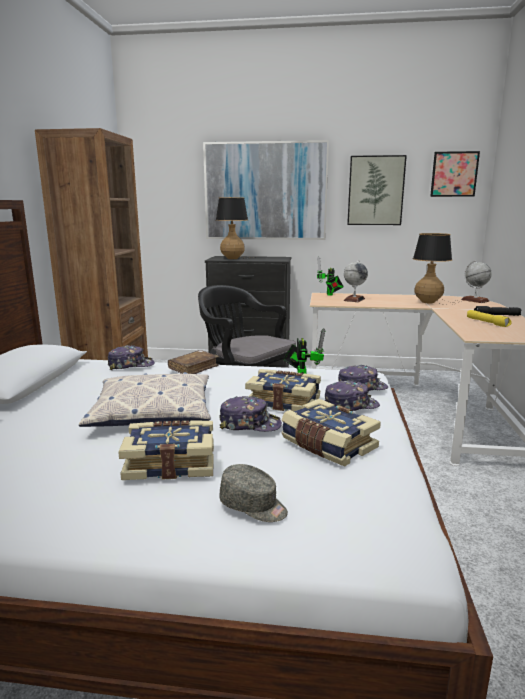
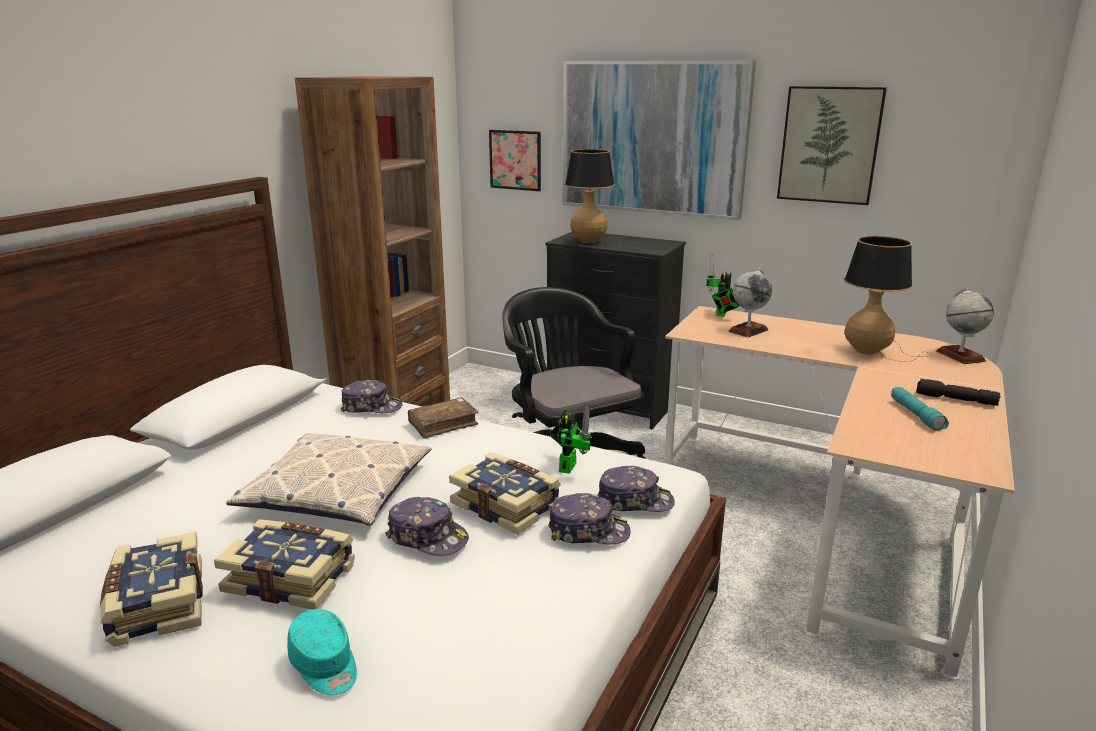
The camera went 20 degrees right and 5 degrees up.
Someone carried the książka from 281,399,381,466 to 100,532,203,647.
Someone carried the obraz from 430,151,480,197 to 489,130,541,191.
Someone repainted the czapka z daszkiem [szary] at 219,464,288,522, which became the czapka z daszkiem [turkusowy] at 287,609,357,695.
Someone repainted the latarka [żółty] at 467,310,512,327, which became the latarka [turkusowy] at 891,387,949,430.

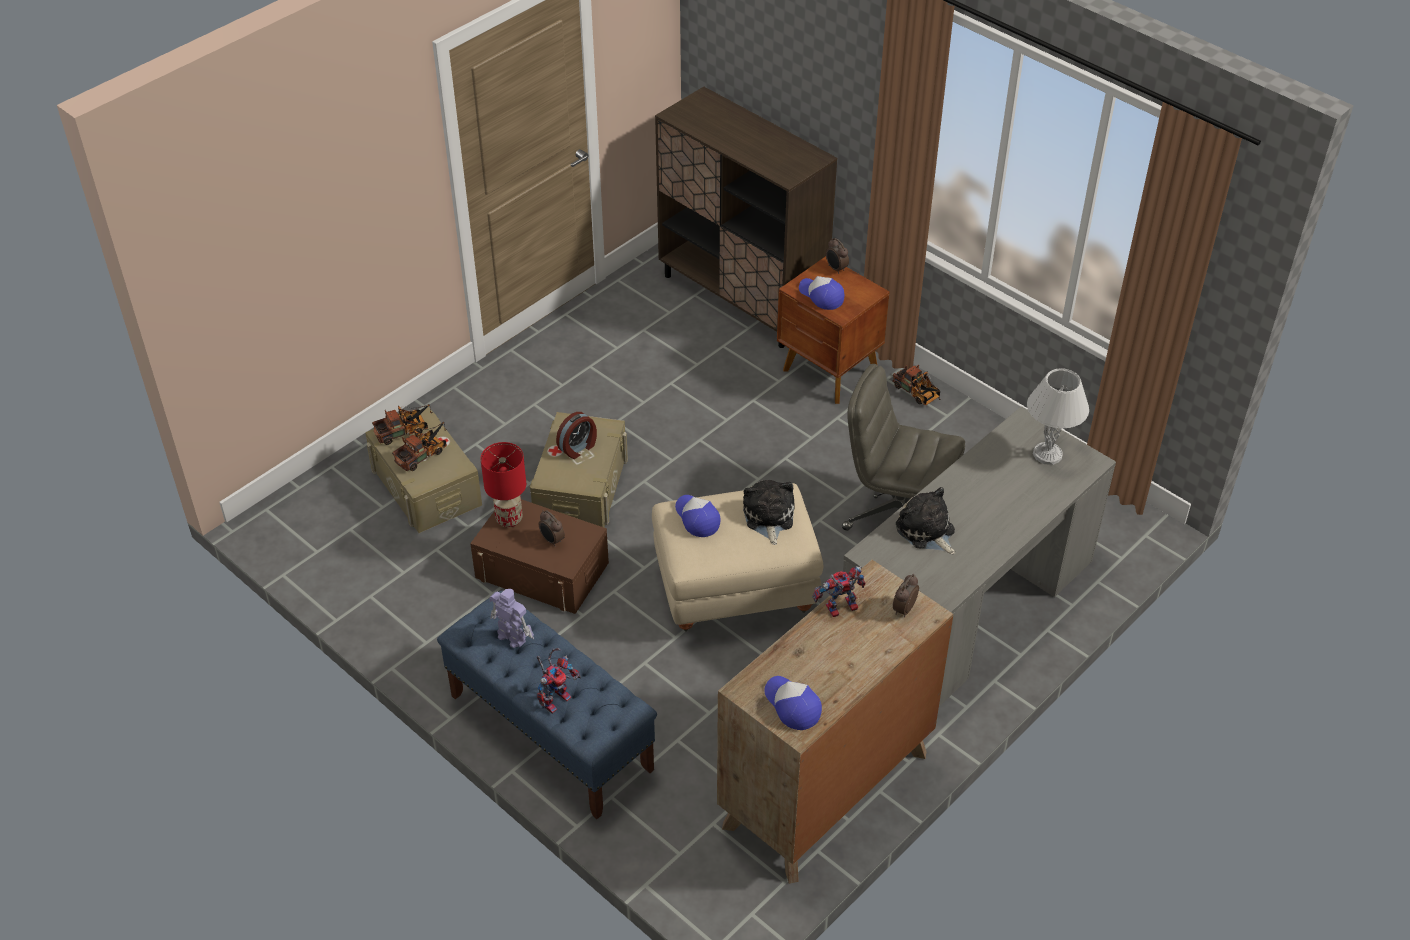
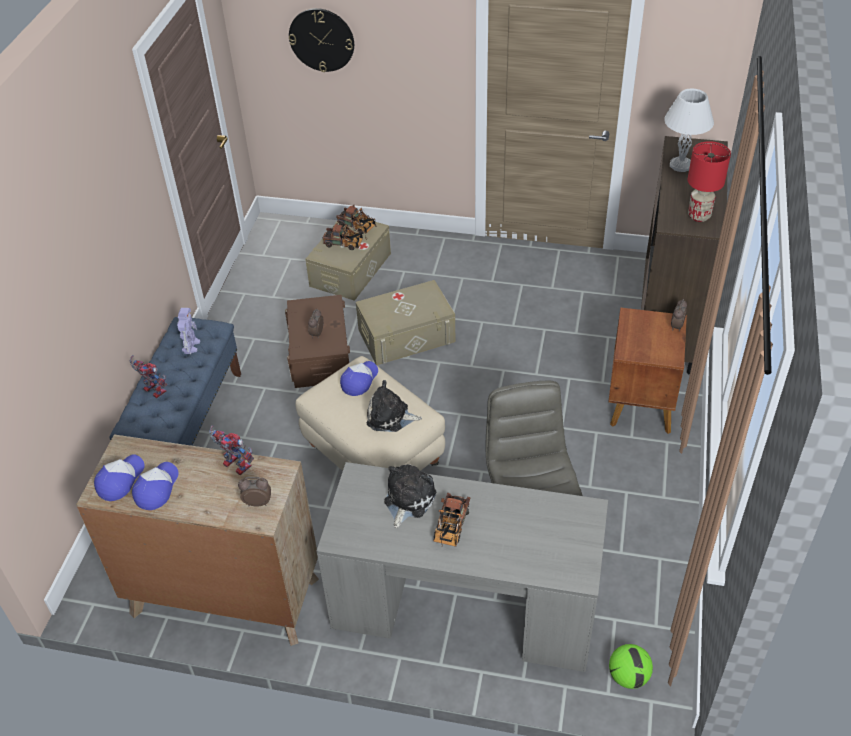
The camera went 60 degrees right and 0 degrees up.
Someone took away the budzik at 556,412,597,459.
Someone put up the zegar ścienny at 289,8,354,72.
Someone put down the piłka futbolowa at 609,644,653,689.
Someone carried the lampa stołowa [czerwony] from 480,442,526,527 to 687,141,731,222.
Someone carried the czapka z daszkiem from 799,276,844,310 to 132,462,178,510.
Someone carried the ciężarówka zabawkowa from 892,365,940,405 to 433,493,470,547.
Someone carried the lampa stołowa [biały] from 1027,368,1089,465 to 664,88,714,172.
Someone rotated the robot zabawkowy at 537,648,581,714 by 150 degrees counterclockwise.
Someone rotated the pluszak at 743,480,795,545 by 135 degrees counterclockwise.

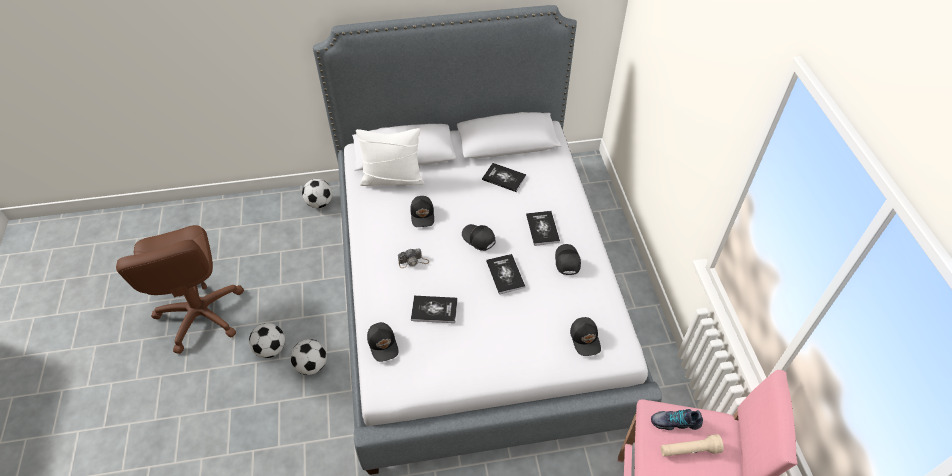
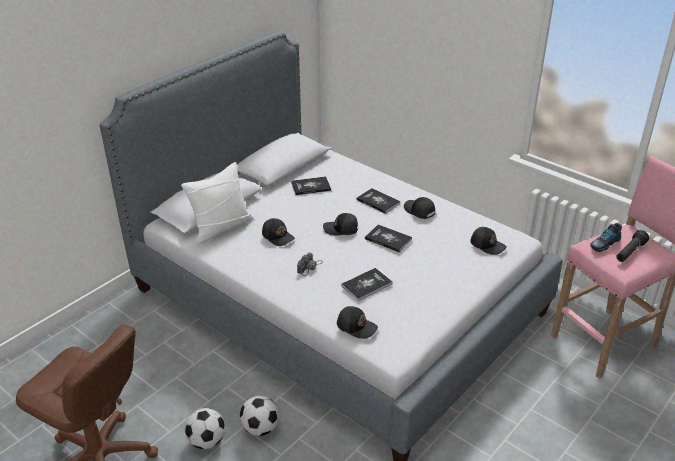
The camera went 40 degrees left and 15 degrees down.
Someone took away the piłka futbolowa at 302,179,332,208.
Someone repainted the latarka [beżowy] at 661,434,724,457, which became the latarka [czarny] at 616,230,649,262.

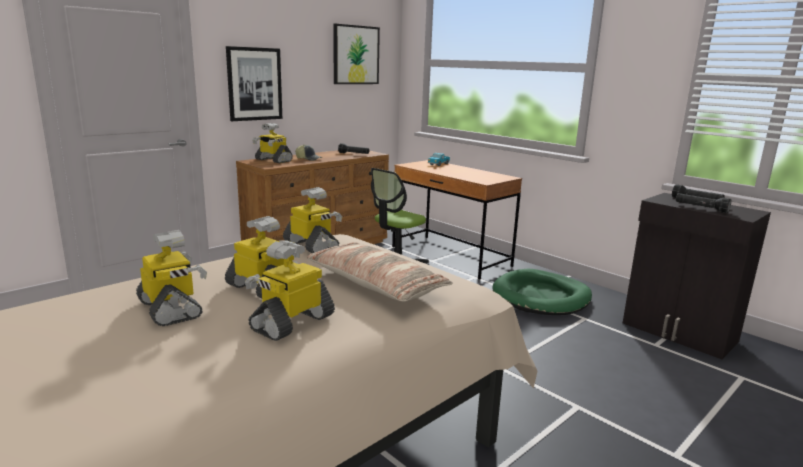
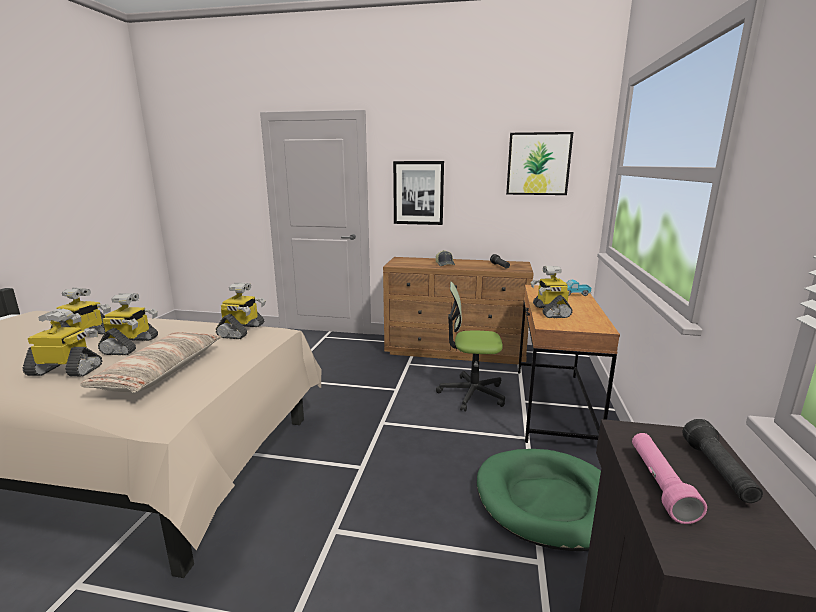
The camera went 55 degrees right and 0 degrees up.
Someone carried the robot zabawkowy from 252,123,293,163 to 531,266,572,318.
Someone repainted the latarka [czarny] at 676,193,731,213, which became the latarka [różowy] at 632,433,707,524.

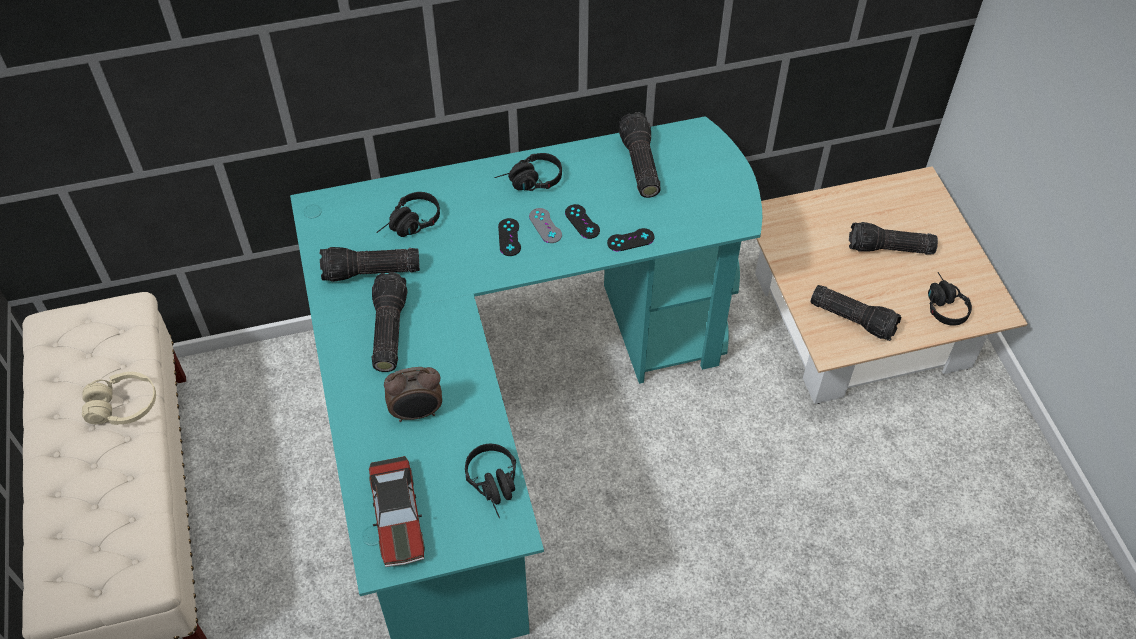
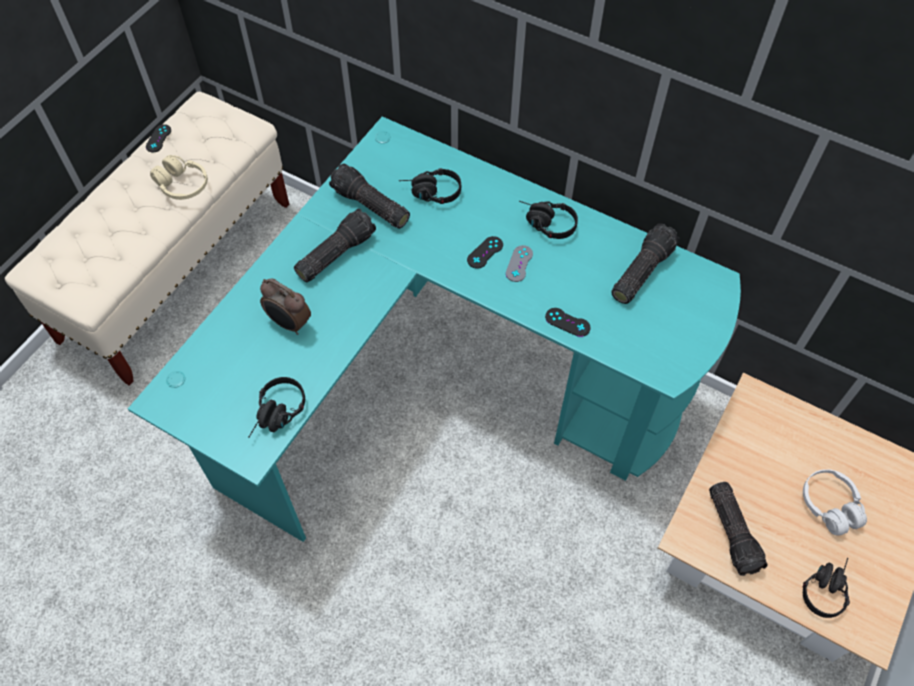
The camera went 45 degrees right and 5 degrees up.
Someone took away the samochodzik at 369,456,425,567.
Someone carried the pad do gier [czarny] from 565,204,600,239 to 146,124,171,152.
Someone swapped the latarka at 849,222,938,255 for the słuchawki [biały] at 803,469,867,535.

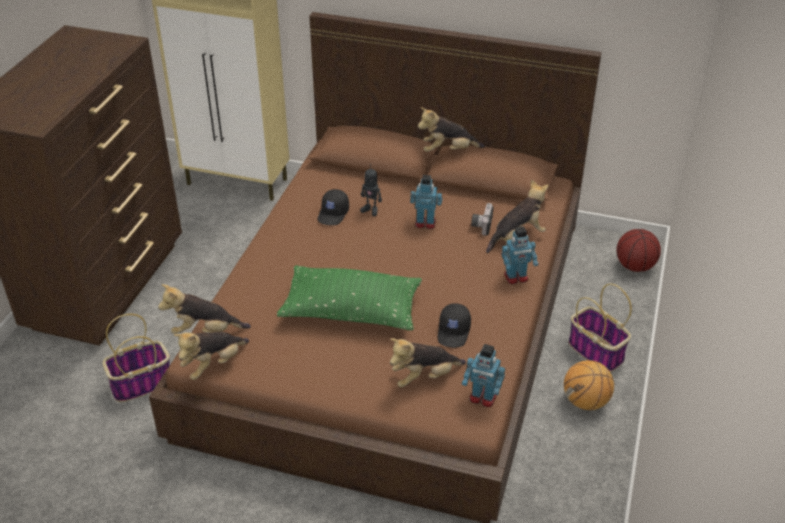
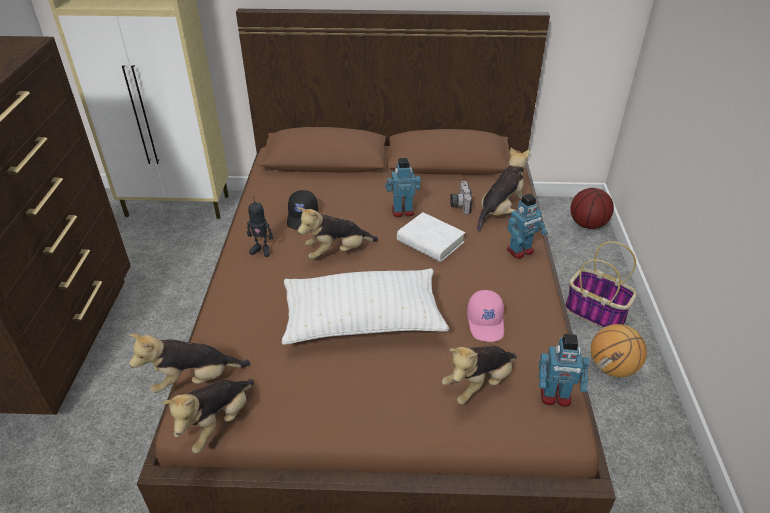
The camera went 15 degrees left and 0 degrees up.
Someone took away the koszyk at 102,314,170,402.
Someone put down the książka [biały] at 397,212,465,262.
Someone carried the robot zabawkowy from 360,164,382,216 to 247,196,273,257.
Someone carried the pluszak from 418,107,484,152 to 298,207,378,259.
Someone repainted the poduszka [zielony] at 277,265,422,331, which became the poduszka [biały] at 281,268,449,345.
Someone repainted the czapka z daszkiem [czarny] at 438,303,471,348, which became the czapka z daszkiem [różowy] at 467,290,504,342.

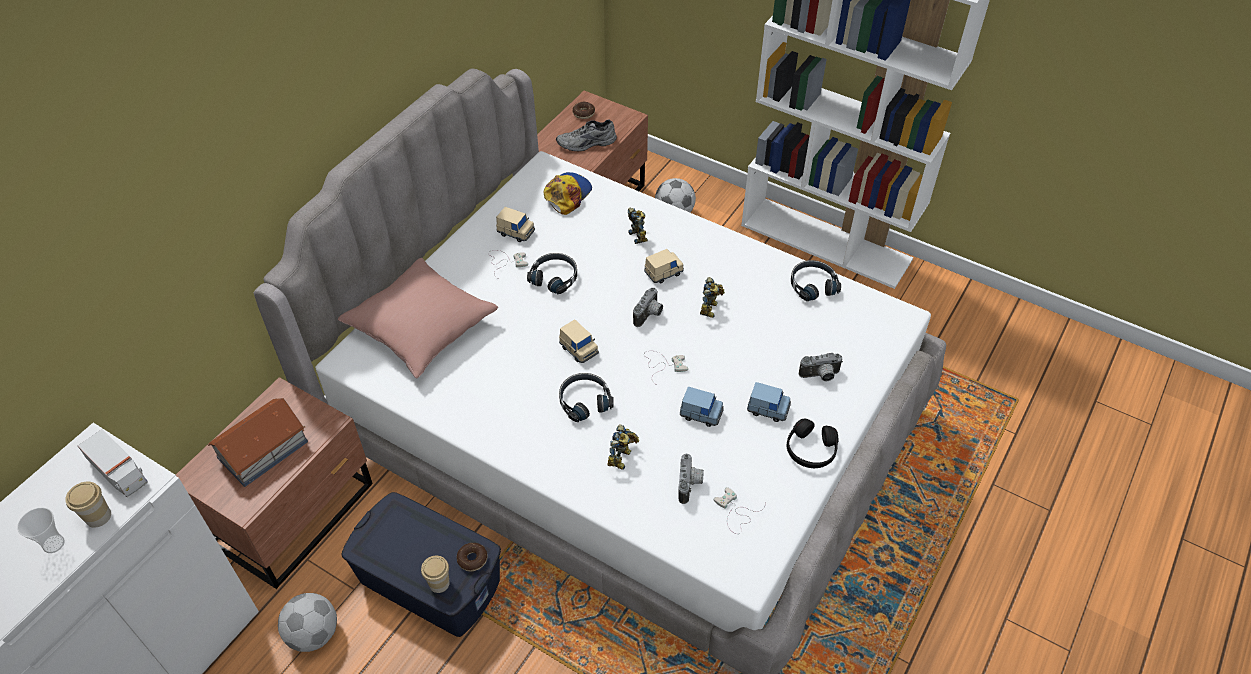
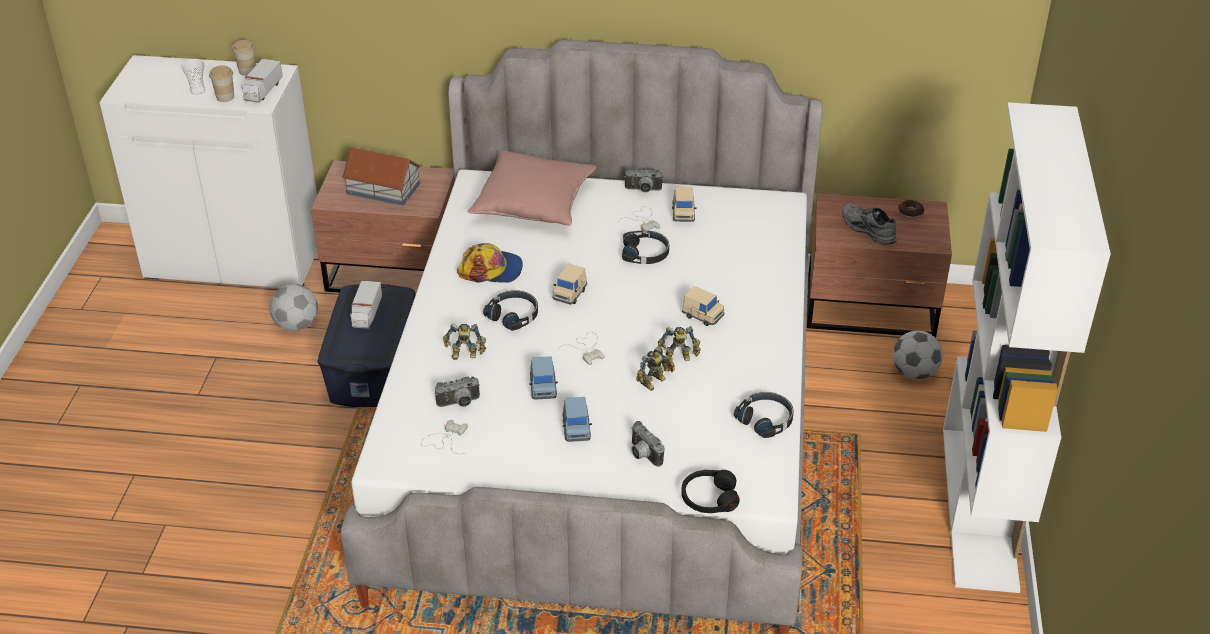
The camera went 65 degrees right and 10 degrees down.
Someone took away the donut at 457,543,487,571.
Someone put down the ciężarówka zabawkowa at 350,281,382,328.
Someone carried the filiżanka from 421,556,450,593 to 232,40,256,76.
Someone carried the czapka z daszkiem from 543,172,592,215 to 457,243,523,283.
Someone carried the robot zabawkowy from 628,208,648,244 to 636,346,675,391.
Someone carried the aparat fotograficzny from 633,288,663,327 to 624,167,663,192.
Someone carried the słuchawki [czarny] from 787,419,838,468 to 681,470,740,513.

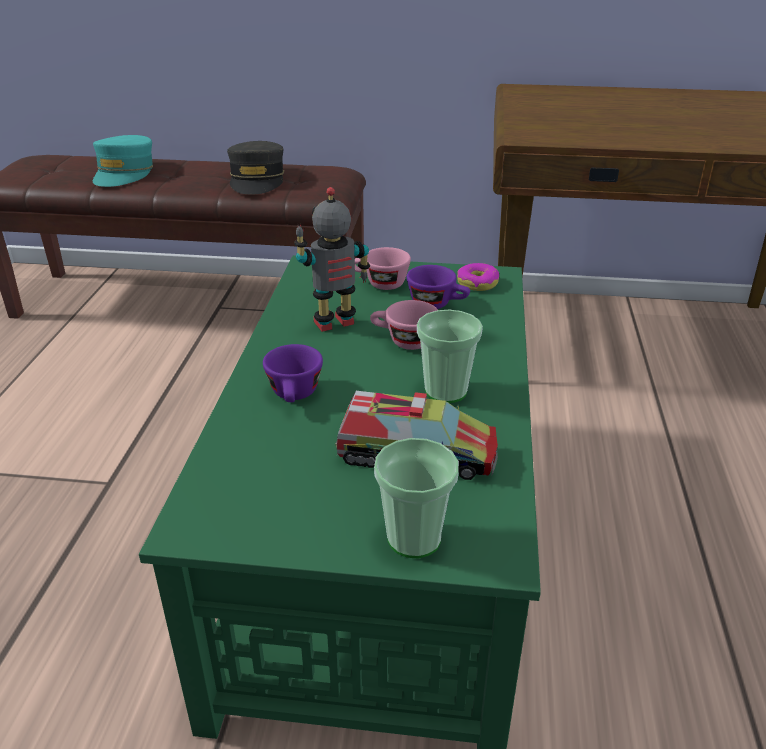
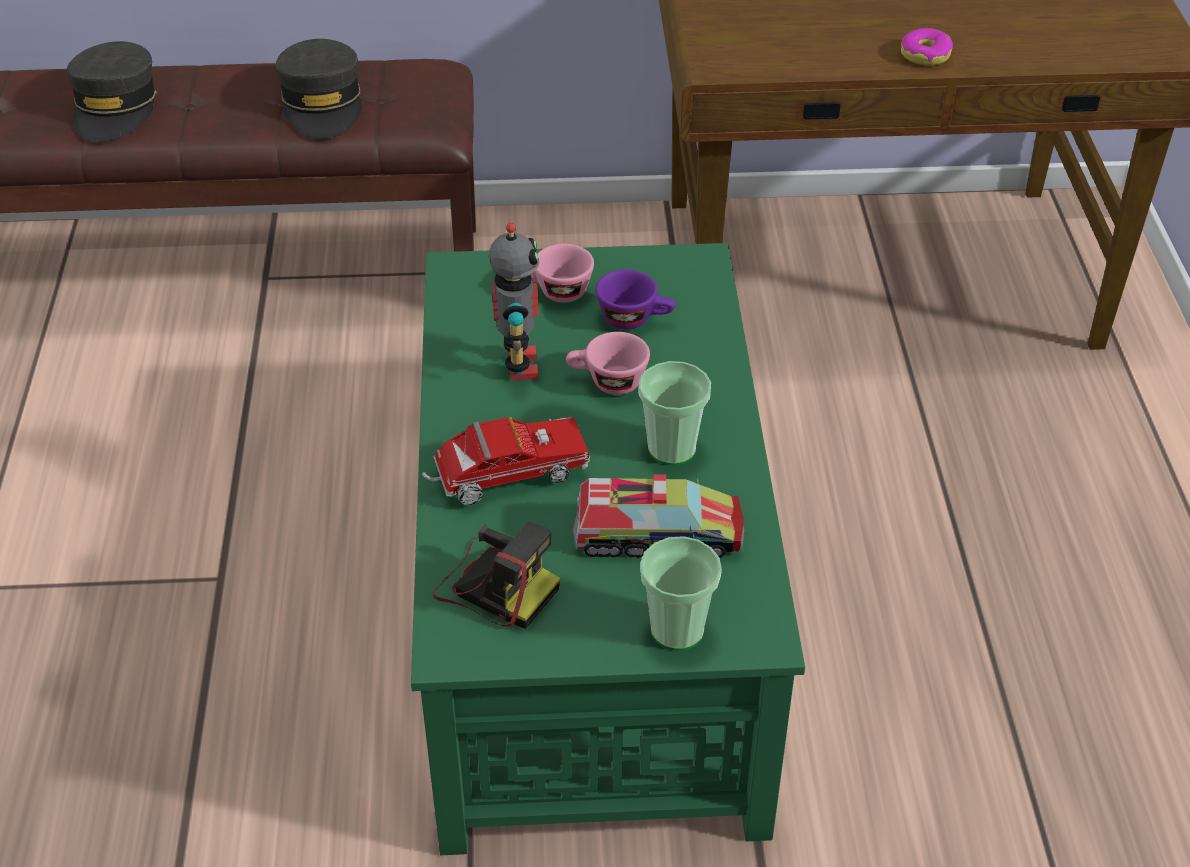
The camera went 10 degrees left and 10 degrees up.
Someone put down the aparat fotograficzny at 433,522,560,629.
Someone carried the donut from 457,263,499,291 to 901,28,953,65.
Someone swapped the filiżanka [fioletowy] at 263,344,323,402 for the ciężarówka zabawkowa at 422,417,590,505.
Someone repainted the czapka z daszkiem [turkusowy] at 93,135,153,187, which became the czapka z daszkiem [szary] at 67,41,157,142.
Someone rotated the robot zabawkowy at 294,187,370,332 by 120 degrees clockwise.

